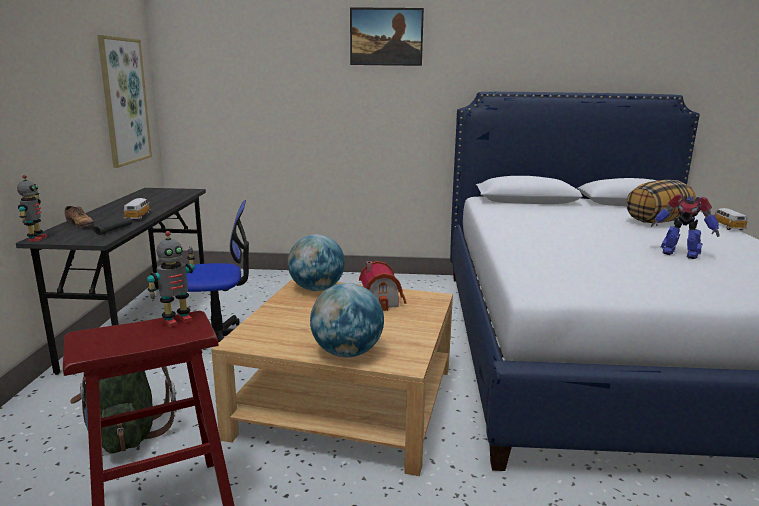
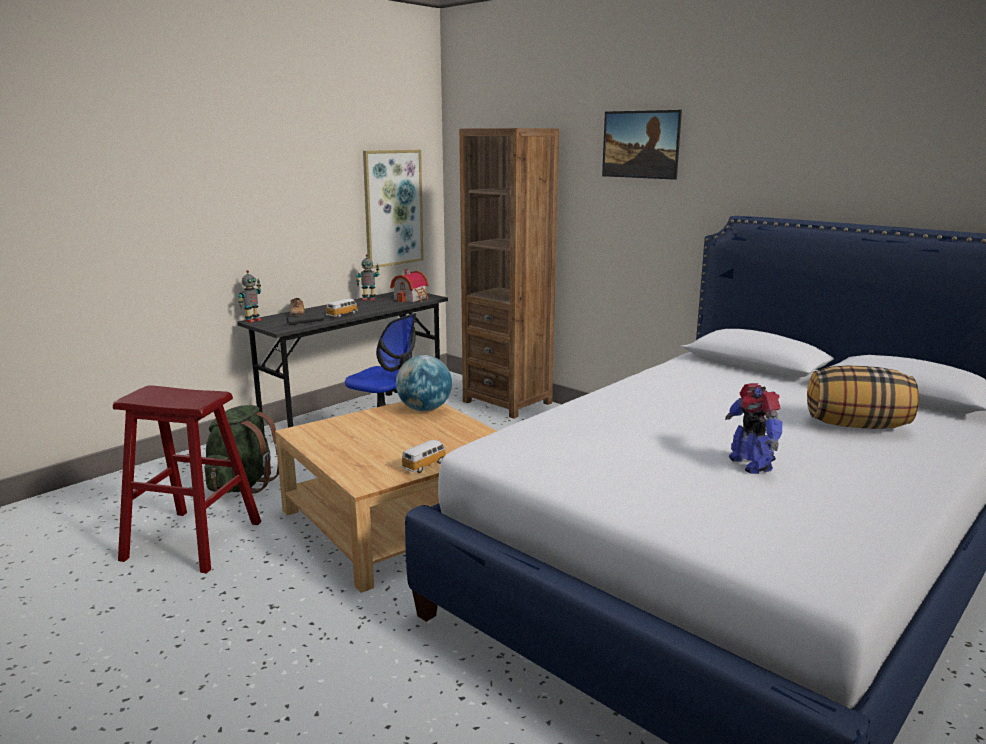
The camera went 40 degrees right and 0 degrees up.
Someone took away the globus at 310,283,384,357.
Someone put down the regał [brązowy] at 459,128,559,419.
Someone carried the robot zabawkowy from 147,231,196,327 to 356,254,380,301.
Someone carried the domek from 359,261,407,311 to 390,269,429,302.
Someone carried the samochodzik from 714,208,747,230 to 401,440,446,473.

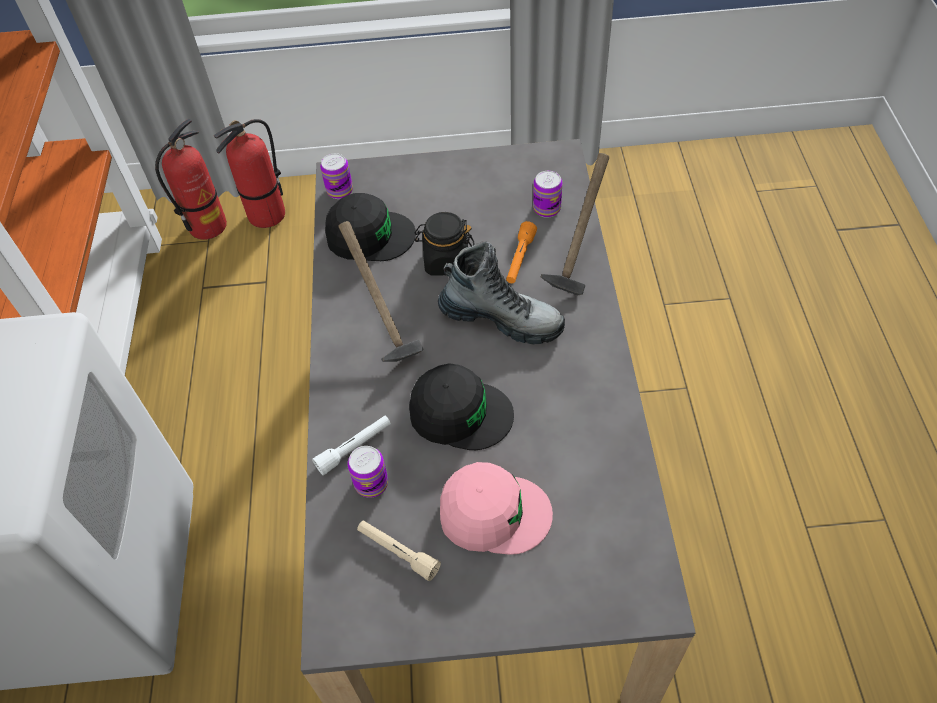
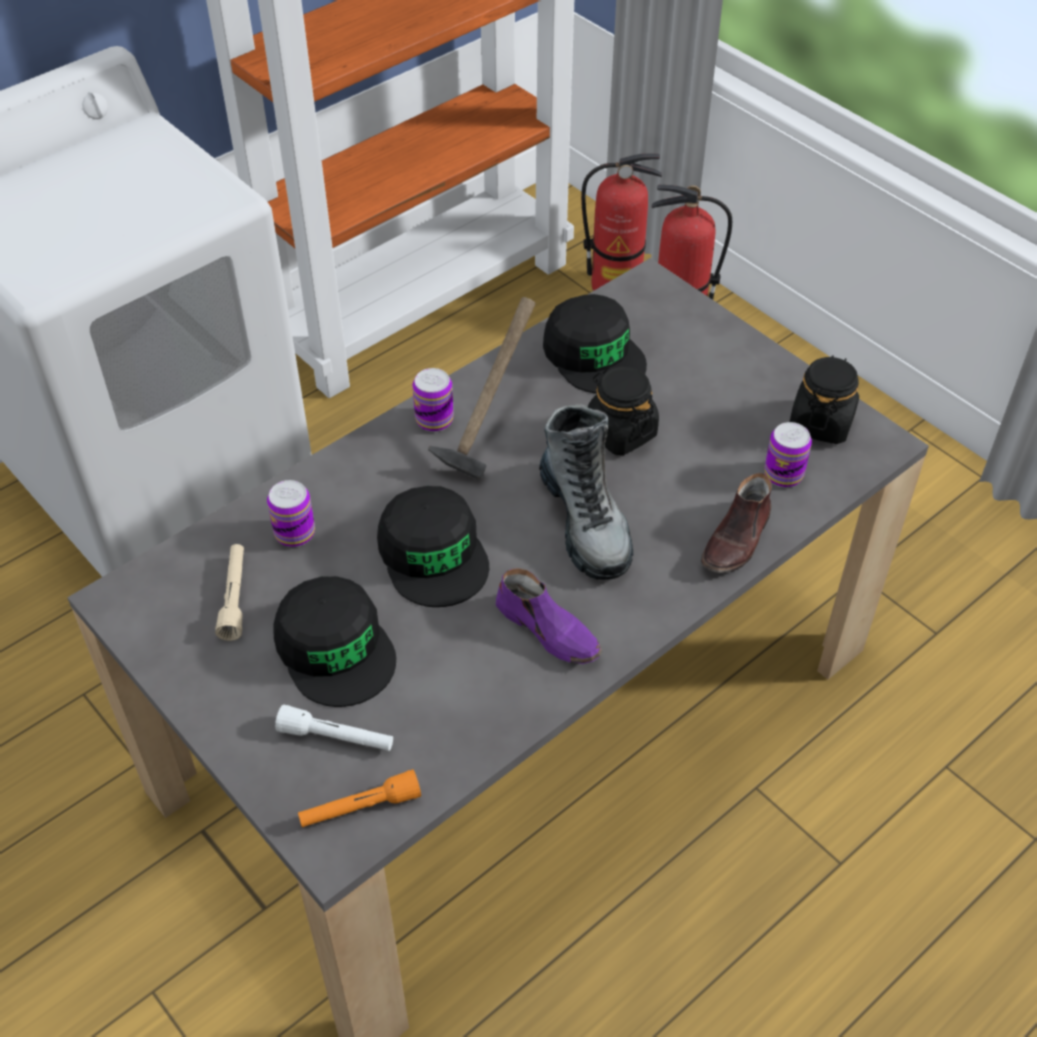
The camera went 50 degrees right and 5 degrees down.
Someone put down the but [fioletowy] at 496,568,602,664.
Someone put down the słoik [czarny] at 790,355,859,444.
Someone carried the latarka [biały] from 312,415,391,476 to 275,704,393,751.
Someone carried the puszka from 320,153,353,199 to 412,368,454,432.
Someone carried the latarka [pomarańczowy] from 506,221,537,283 to 298,769,421,827.
Someone swapped the młotek at 541,153,609,296 for the but [brązowy] at 701,473,772,573.
Someone repainted the czapka z daszkiem [różowy] at 440,462,553,555, which became the czapka z daszkiem [czarny] at 273,576,396,707.

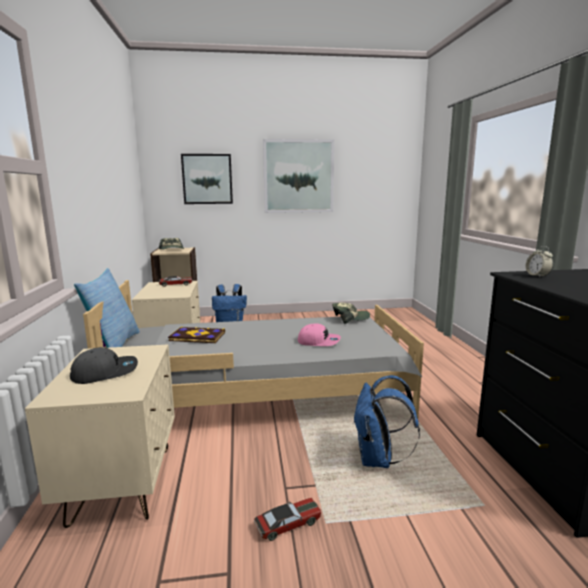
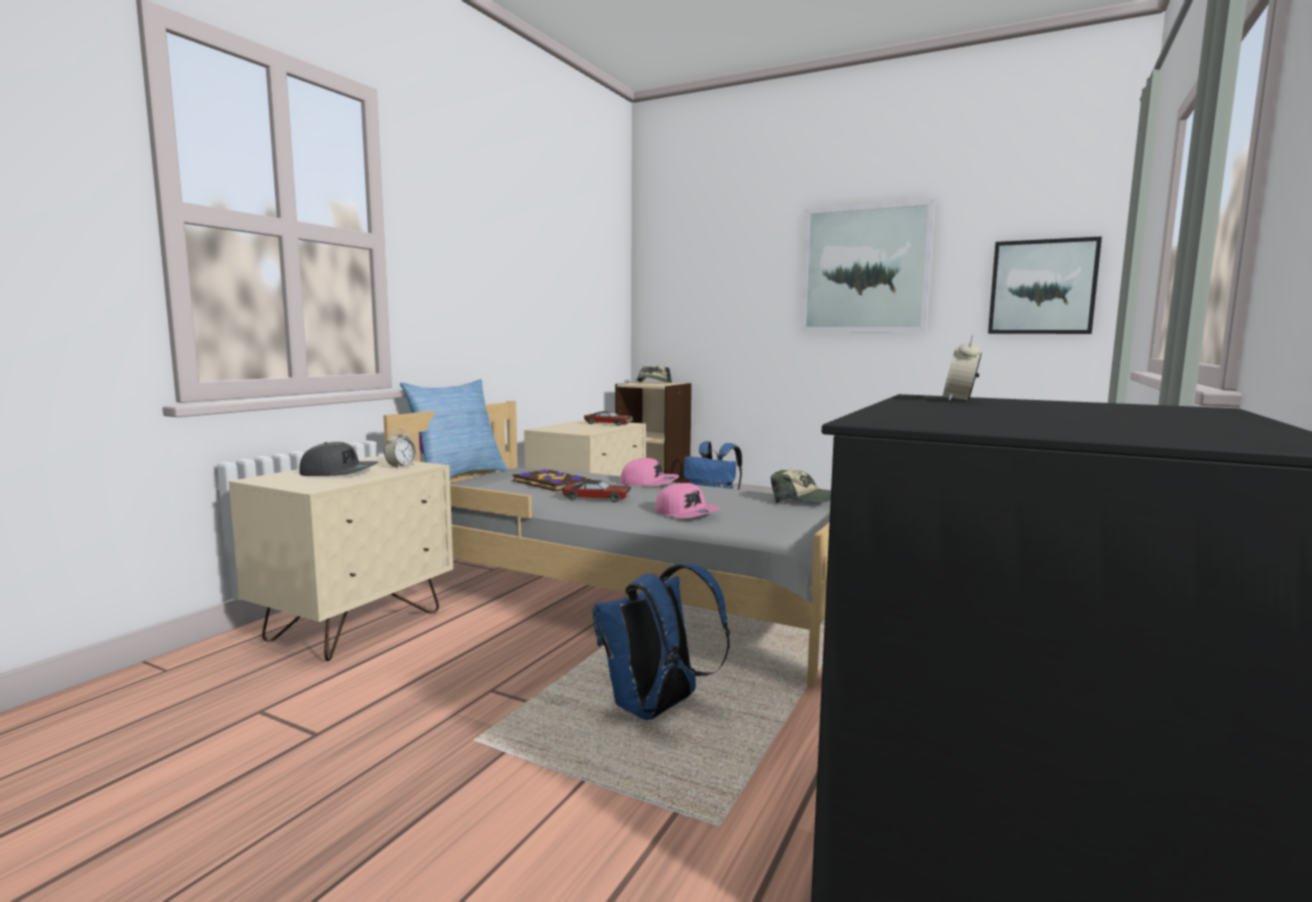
The camera went 35 degrees right and 5 degrees down.
Someone put down the budzik at 384,428,417,469.
Someone put down the czapka z daszkiem [różowy] at 620,458,679,486.
Someone carried the obraz from 181,154,233,204 to 988,236,1102,334.
Someone carried the samochodzik from 254,498,321,541 to 562,480,631,502.

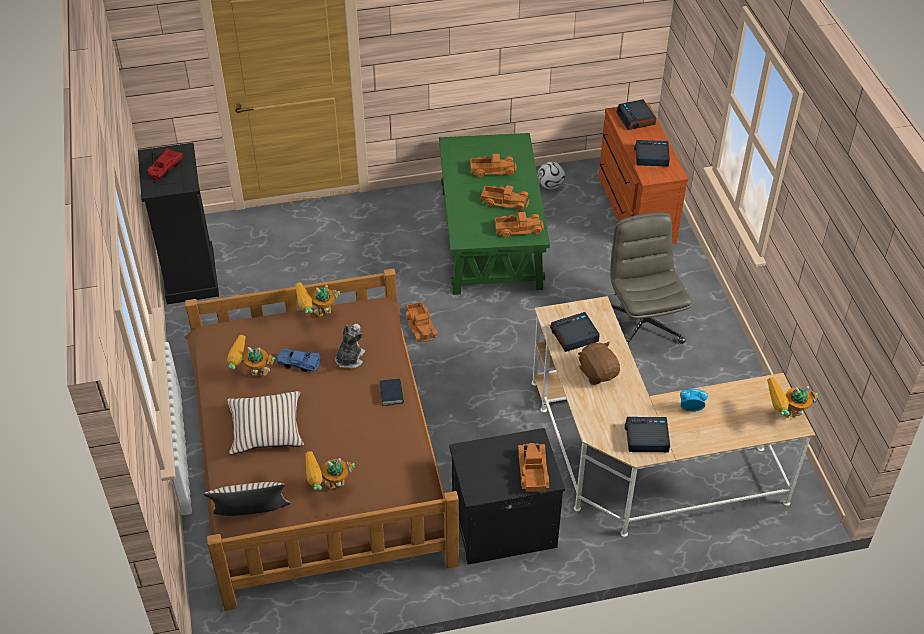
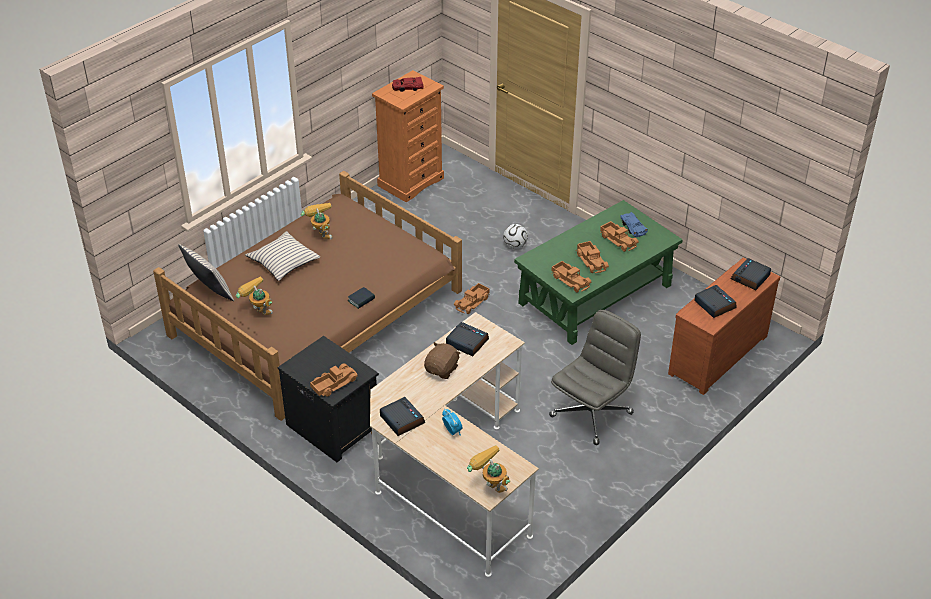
The camera went 55 degrees right and 5 degrees down.
Someone took away the robot zabawkowy at 295,283,340,317.
Someone took away the pluszak at 335,324,365,369.
Someone carried the samochodzik [niebieski] from 277,349,321,372 to 620,212,648,237.
Someone carried the piłka futbolowa from 538,162,565,189 to 503,224,528,249.
Someone repainted the komoda [czarny] at 138,143,219,304, which became the komoda [pomarańczowy] at 372,70,444,202.

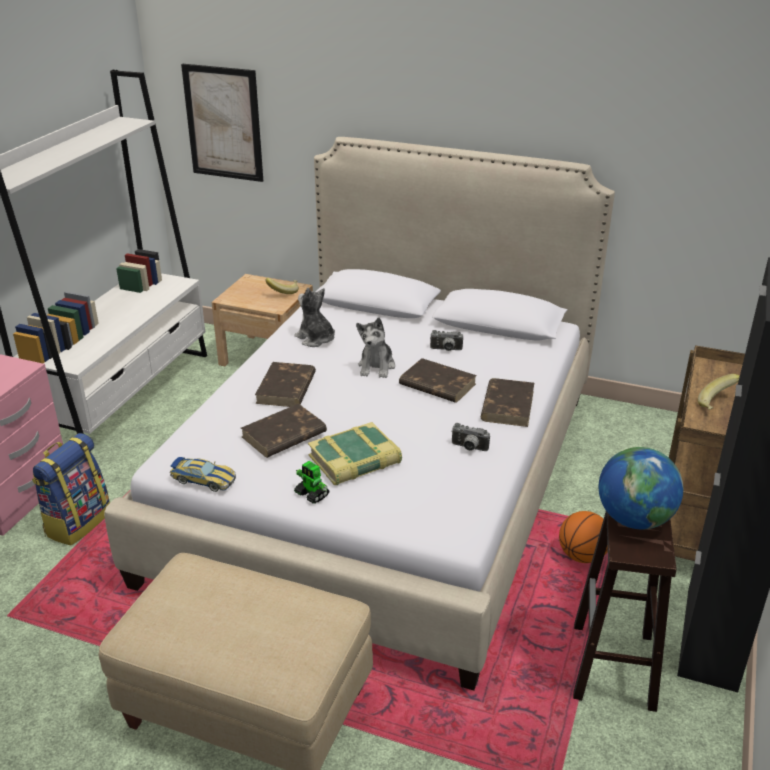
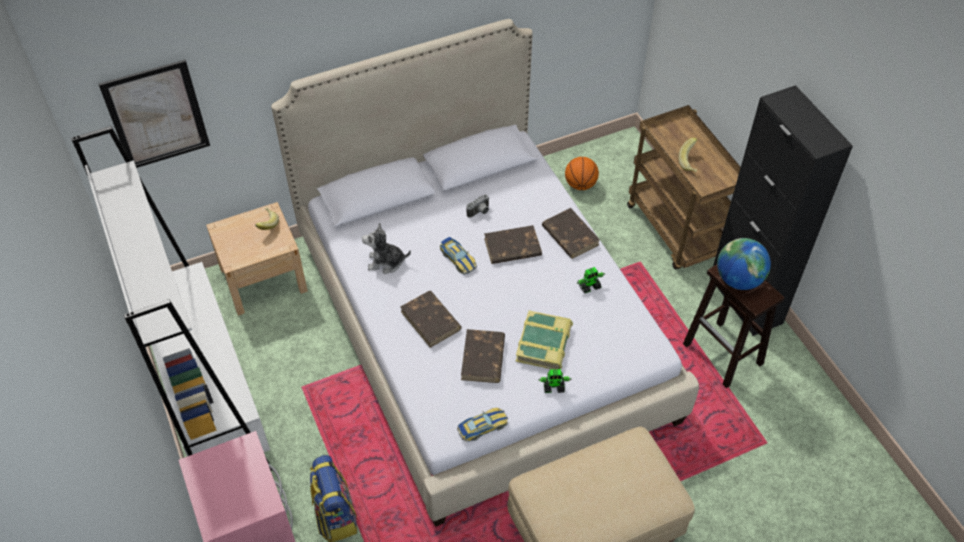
The camera went 45 degrees left and 20 degrees up.
Someone carried the piłka do koszykówki from 559,511,608,563 to 565,157,599,190.
Someone swapped the pluszak at 356,317,395,378 for the samochodzik at 439,237,477,275.
Someone swapped the aparat fotograficzny at 451,423,490,451 for the robot zabawkowy at 576,267,605,293.

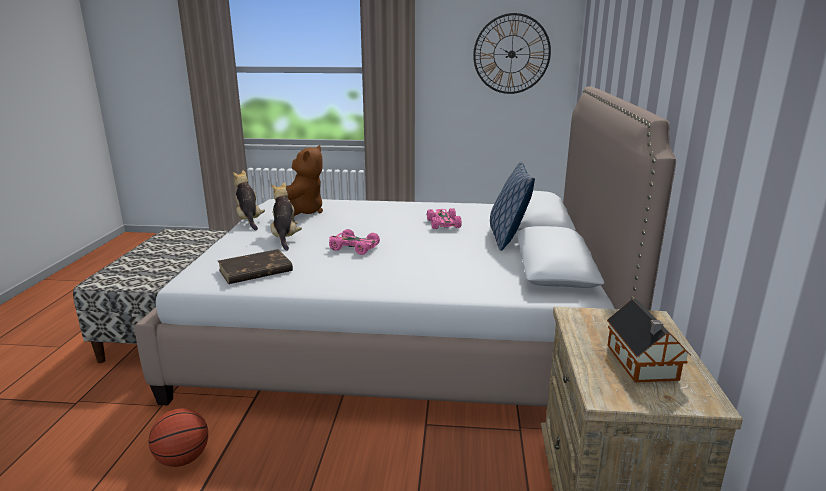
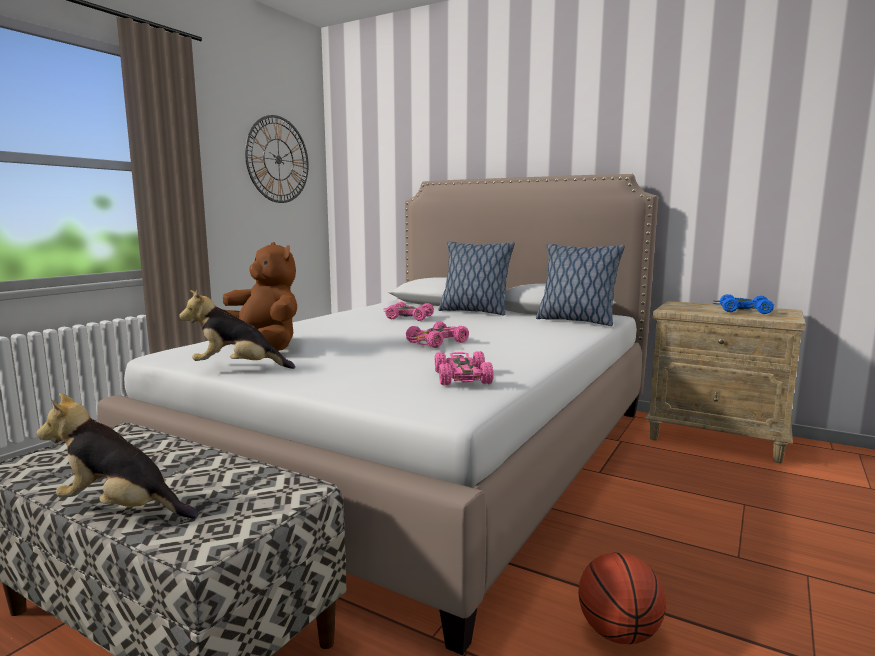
The camera went 65 degrees left and 10 degrees down.
Someone put down the poduszka at 536,244,625,326.
Someone carried the pluszak from 271,182,302,251 to 36,393,198,518.
Someone swapped the książka [brązowy] at 218,249,293,284 for the samochodzik [różowy] at 435,351,494,386.
Someone swapped the domek at 607,299,691,383 for the samochodzik [niebieski] at 713,294,774,314.

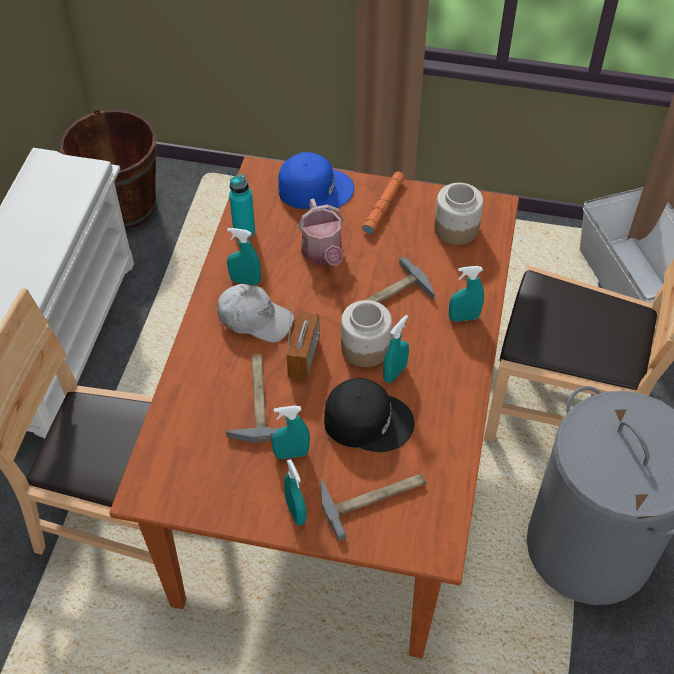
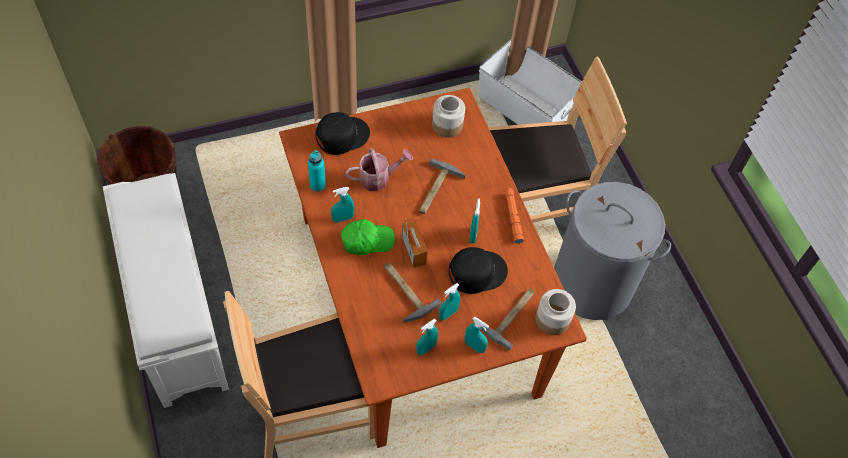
The camera went 35 degrees left and 5 degrees up.
Someone carried the słoik from 341,300,392,367 to 535,289,576,335.
Someone carried the latarka [pomarańczowy] from 362,172,404,234 to 505,188,524,244.
Someone carried the spryskiwacz [turkusowy] from 449,266,484,322 to 416,319,438,355.
Someone repainted the czapka z daszkiem [biały] at 217,284,294,342, which became the czapka z daszkiem [zielony] at 341,219,395,255.
Someone repainted the czapka z daszkiem [niebieski] at 278,152,354,210, which became the czapka z daszkiem [czarny] at 316,112,370,155.
Someone rotated the konewka at 298,199,344,266 by 60 degrees counterclockwise.

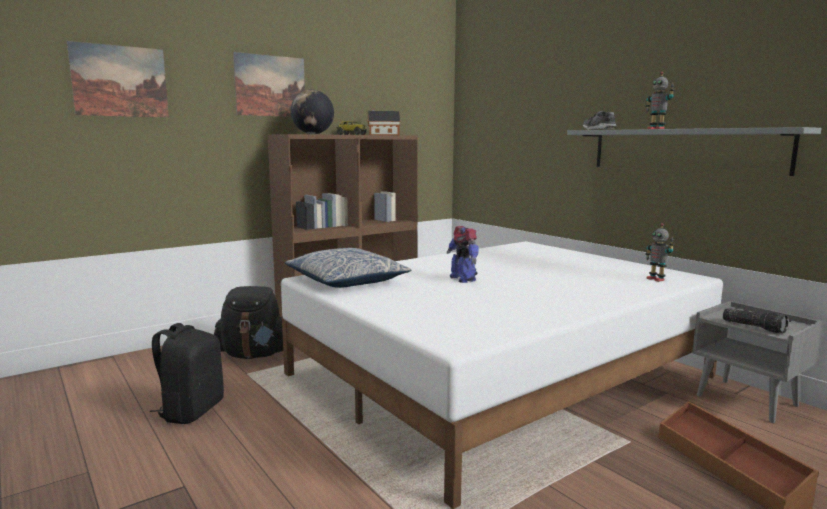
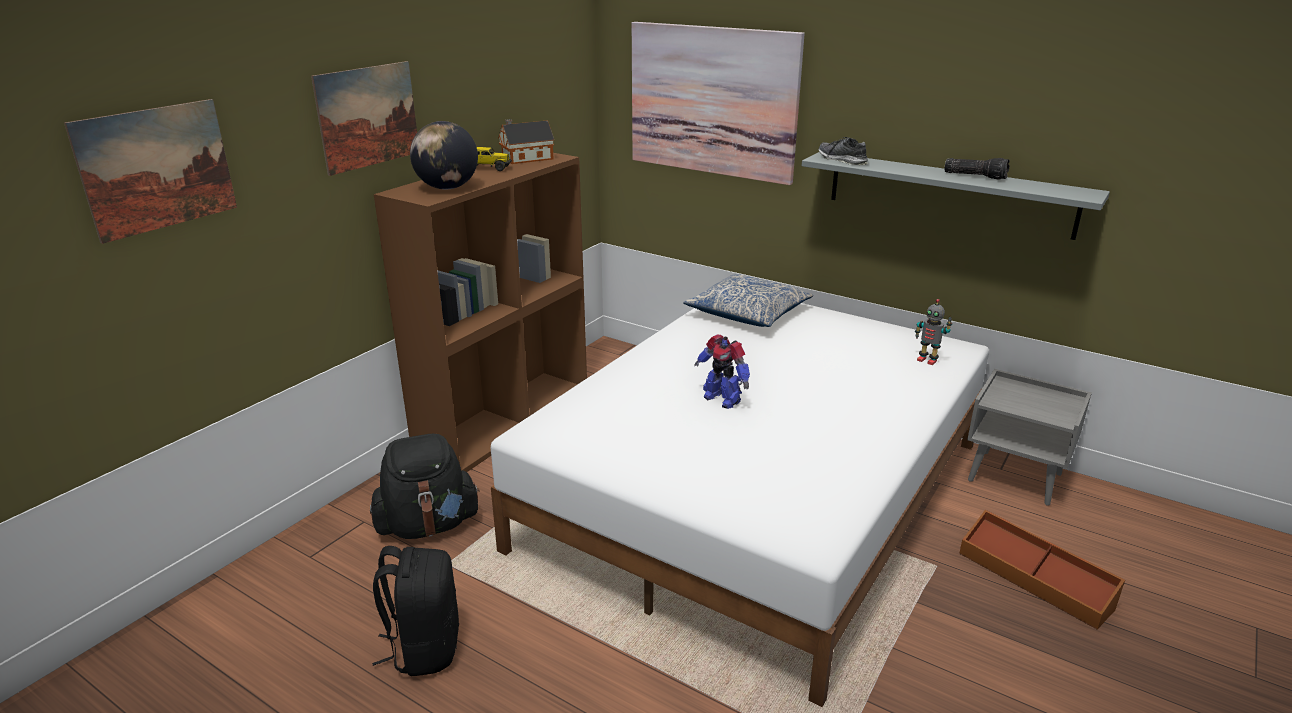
The camera went 20 degrees left and 15 degrees up.
Someone took away the robot zabawkowy at 645,72,675,129.
Someone put up the obraz at 632,22,805,185.
Someone carried the poduszka from 285,248,411,288 to 683,274,813,327.
Someone carried the latarka from 723,308,788,333 to 945,158,1010,180.

